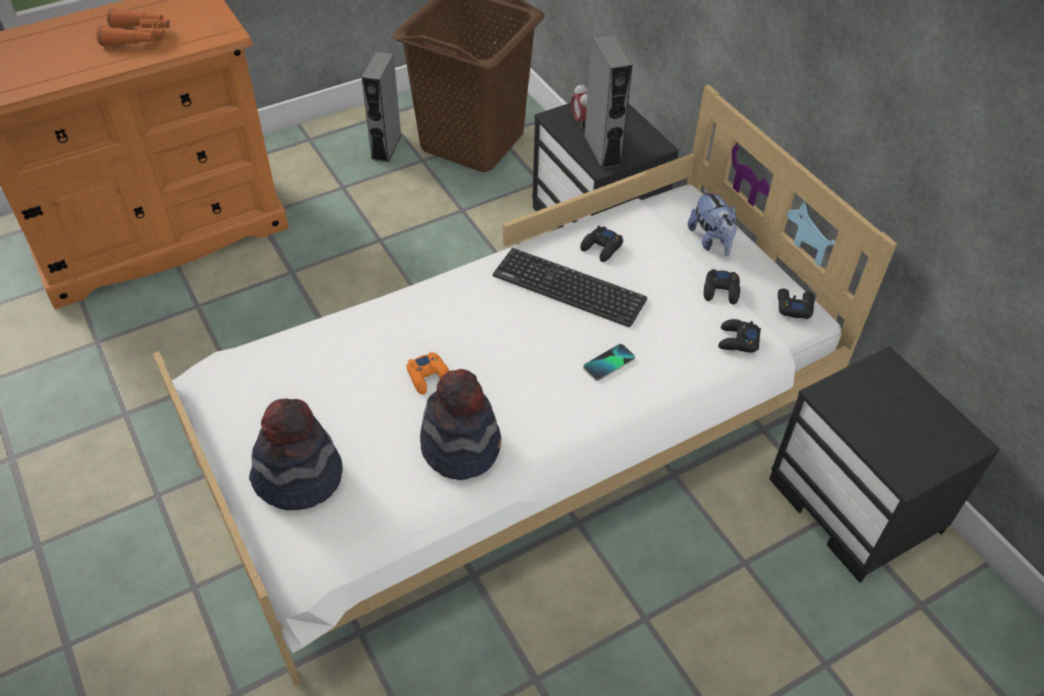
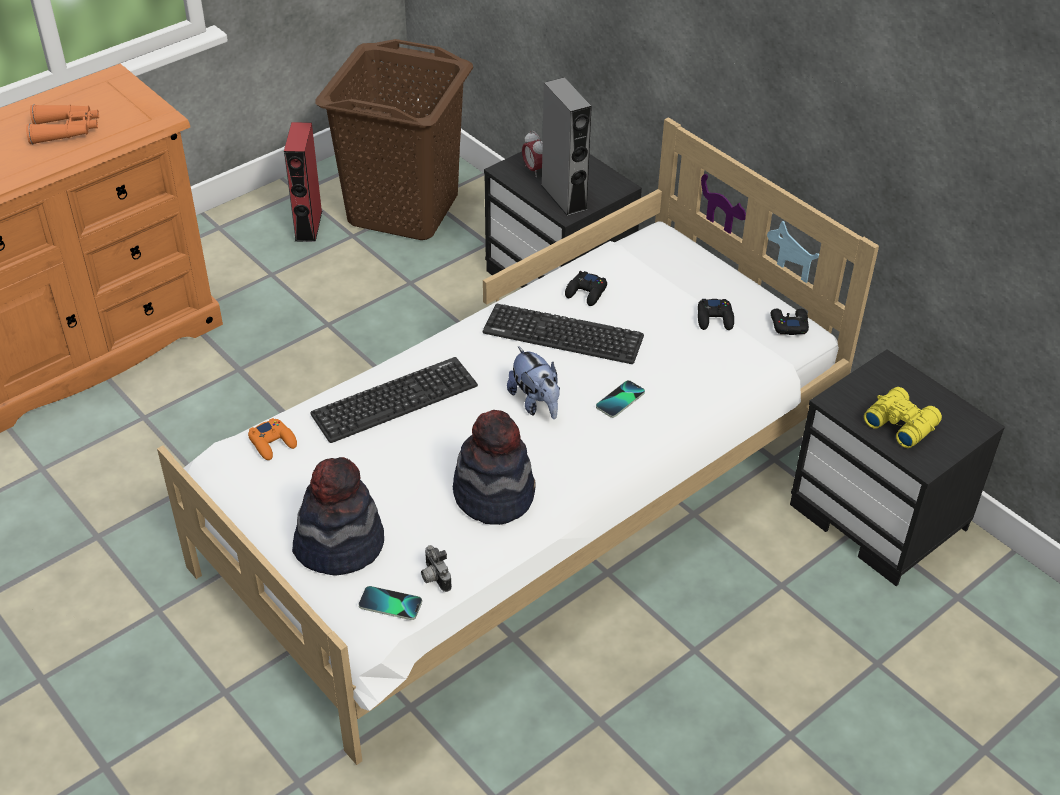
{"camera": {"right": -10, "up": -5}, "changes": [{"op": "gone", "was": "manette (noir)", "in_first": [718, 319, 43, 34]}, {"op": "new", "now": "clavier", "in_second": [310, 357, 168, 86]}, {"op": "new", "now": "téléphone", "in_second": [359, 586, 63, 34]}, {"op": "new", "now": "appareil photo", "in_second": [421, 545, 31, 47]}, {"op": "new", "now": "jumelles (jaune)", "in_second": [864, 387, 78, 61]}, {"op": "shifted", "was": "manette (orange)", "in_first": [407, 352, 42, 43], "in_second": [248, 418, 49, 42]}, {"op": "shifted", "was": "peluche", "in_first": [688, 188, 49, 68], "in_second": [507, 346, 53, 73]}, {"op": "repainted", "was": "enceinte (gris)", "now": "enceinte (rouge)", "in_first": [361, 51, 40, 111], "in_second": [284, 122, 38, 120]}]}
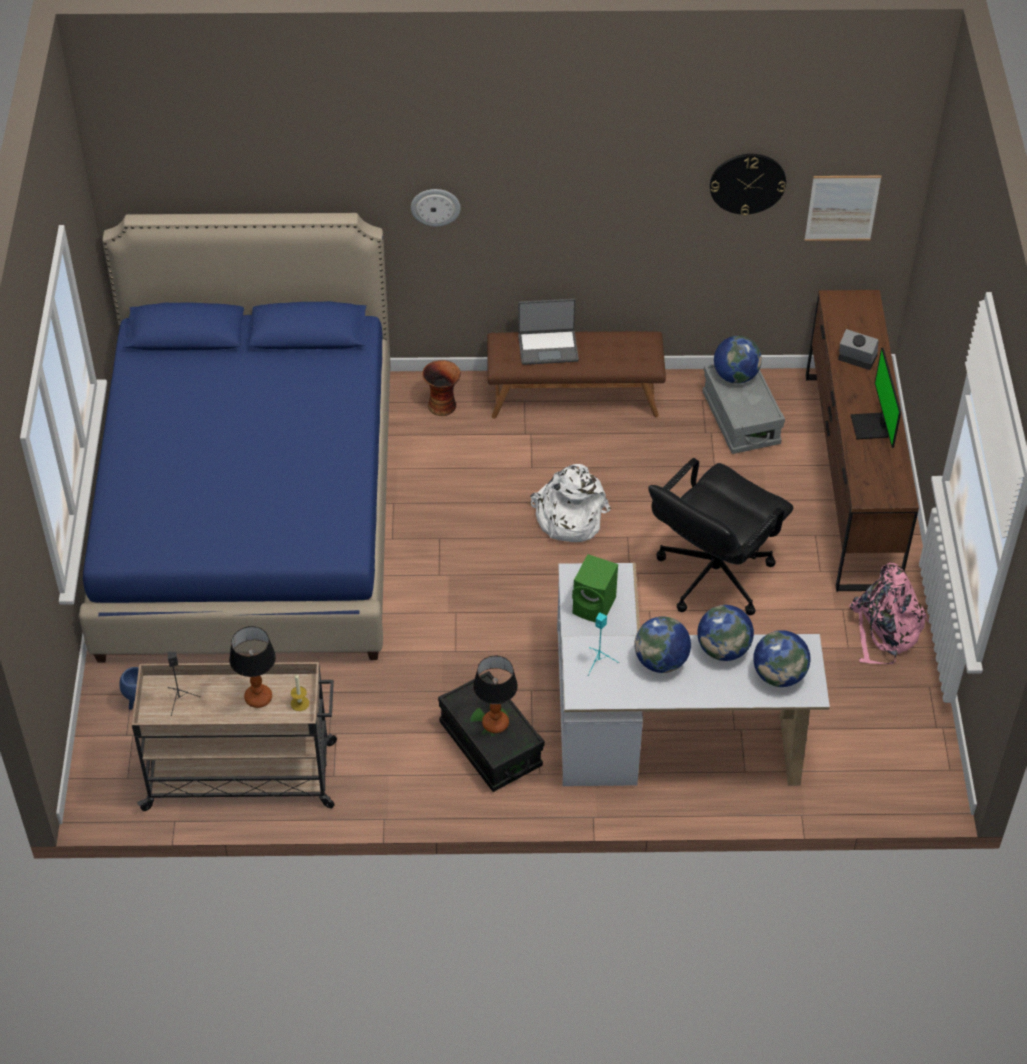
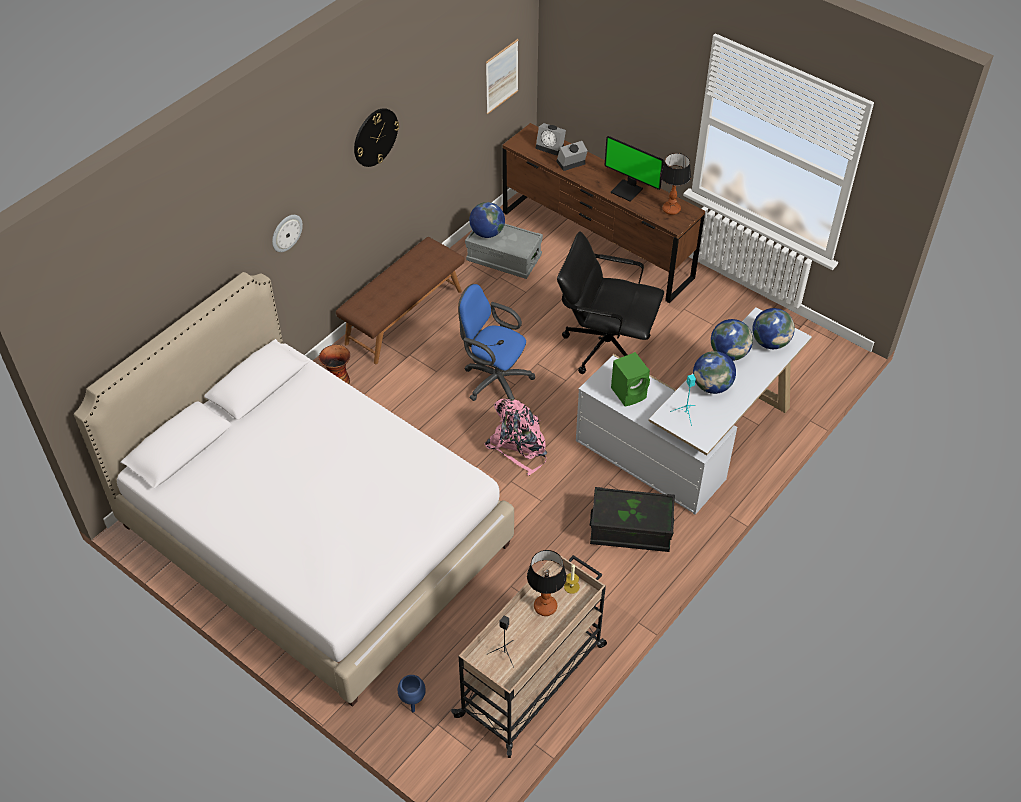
{"camera": {"right": -50, "up": 0}, "changes": [{"op": "gone", "was": "ordinateur portable", "in_first": [518, 299, 61, 66]}, {"op": "new", "now": "réveil", "in_second": [535, 123, 31, 33]}, {"op": "shifted", "was": "lampe de table", "in_first": [473, 655, 45, 78], "in_second": [660, 153, 31, 62]}, {"op": "shifted", "was": "horloge murale", "in_first": [710, 154, 76, 62], "in_second": [354, 108, 45, 59]}, {"op": "shifted", "was": "sac à dos (rose)", "in_first": [849, 563, 81, 101], "in_second": [484, 398, 63, 78]}, {"op": "swapped", "was": "sac à dos (blanc)", "now": "chaise de bureau (bleu)", "in_first": [530, 464, 81, 78], "in_second": [458, 284, 77, 117]}, {"op": "repainted", "was": "lit (bleu)", "now": "lit (blanc)", "in_first": [79, 213, 312, 450], "in_second": [74, 272, 440, 435]}, {"op": "rotated", "was": "chaise de bureau (noir)", "in_first": [648, 458, 145, 157], "in_second": [557, 231, 107, 143], "clockwise": 120}]}
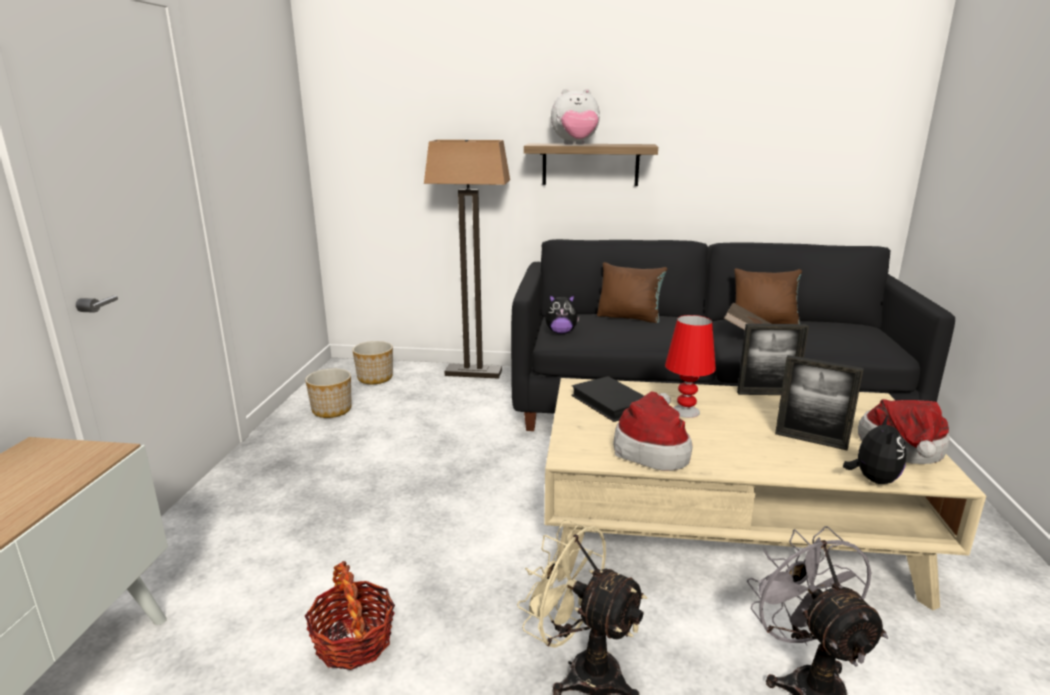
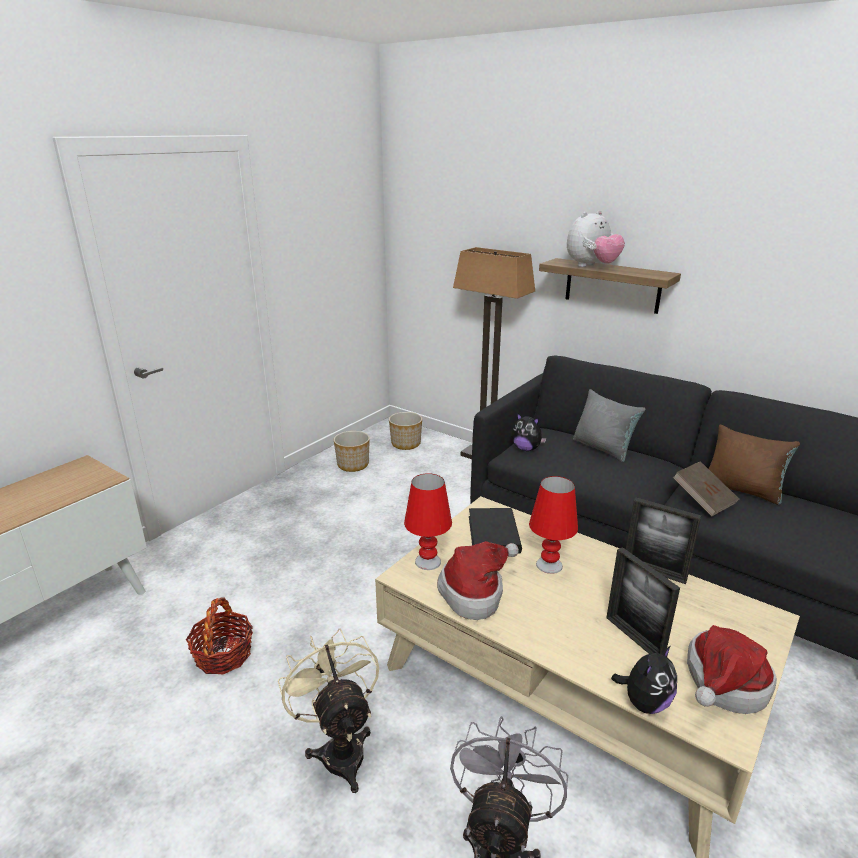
{"camera": {"right": 30, "up": 5}, "changes": [{"op": "new", "now": "lampe de table (rouge)", "in_second": [404, 473, 48, 97]}, {"op": "repainted", "was": "coussin (marron)", "now": "coussin (gris)", "in_first": [597, 262, 70, 61], "in_second": [573, 389, 72, 73]}, {"op": "rotated", "was": "peluche", "in_first": [551, 89, 49, 56], "in_second": [567, 210, 58, 57], "clockwise": -60}]}
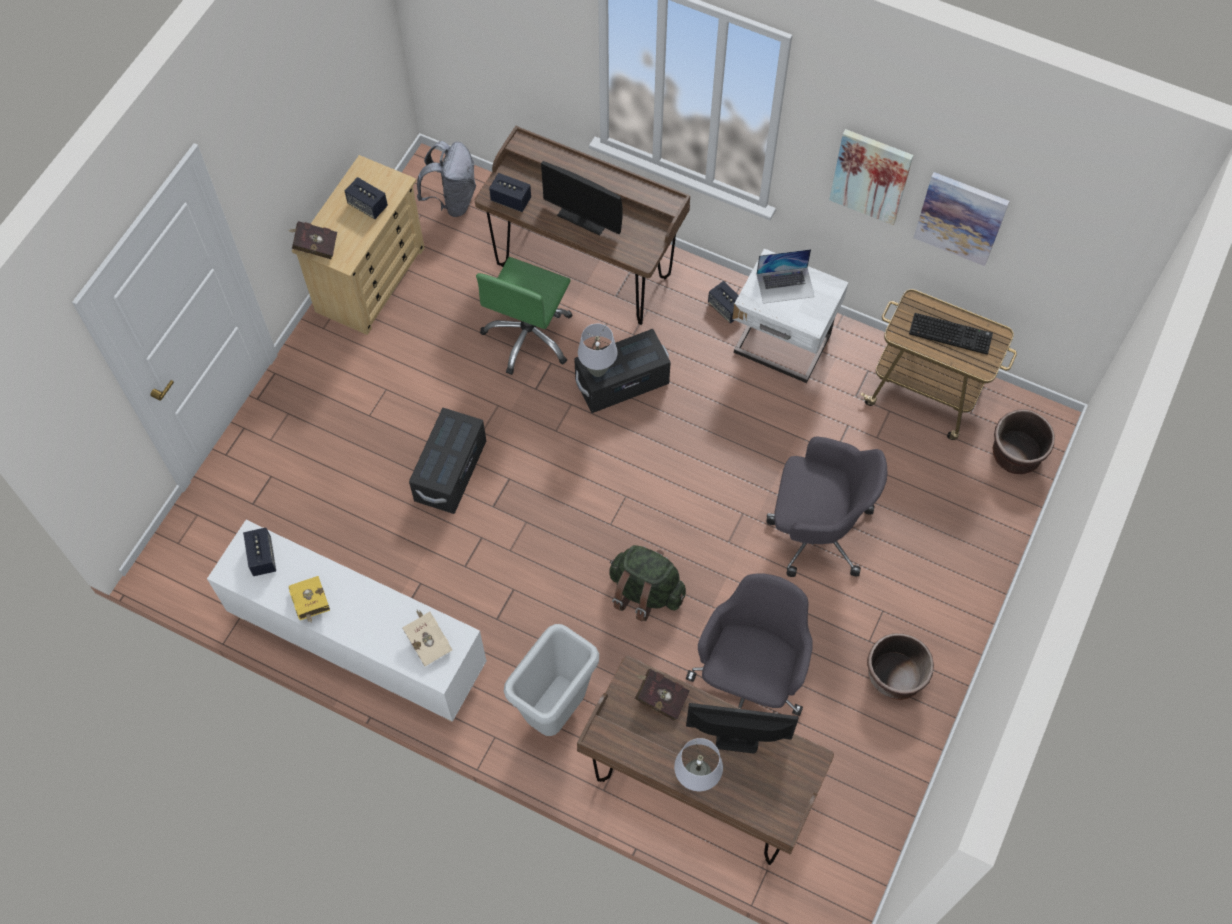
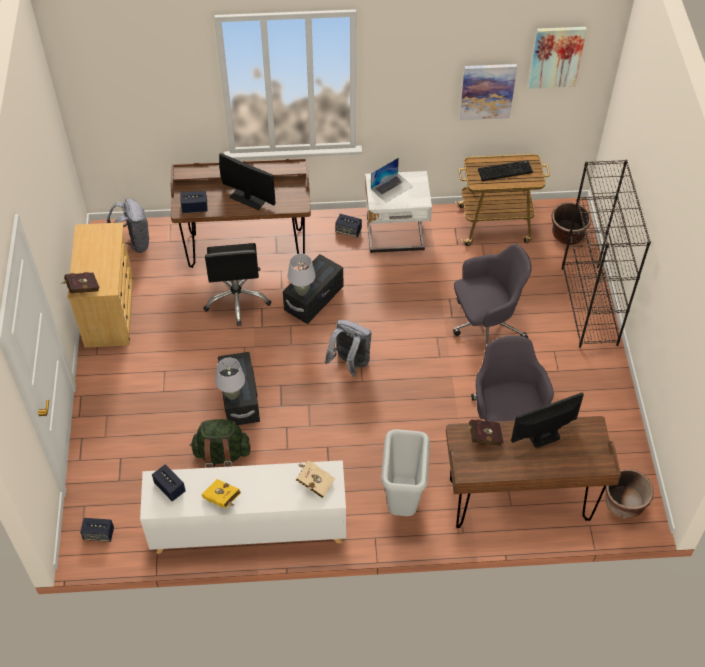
{"camera": {"right": -30, "up": -10}, "changes": [{"op": "new", "now": "sac à dos (gris)", "in_second": [325, 320, 47, 57]}, {"op": "new", "now": "bibliothèque (noir)", "in_second": [562, 160, 89, 188]}, {"op": "shifted", "was": "enceinte", "in_first": [345, 177, 43, 42], "in_second": [80, 518, 34, 24]}, {"op": "shifted", "was": "sac à dos (vert)", "in_first": [609, 545, 77, 77], "in_second": [190, 419, 61, 49]}, {"op": "shifted", "was": "lampe de table (gris)", "in_first": [674, 738, 49, 53], "in_second": [215, 358, 30, 42]}, {"op": "shifted", "was": "tableau", "in_first": [829, 129, 84, 96], "in_second": [528, 27, 59, 62]}, {"op": "shifted", "was": "cache-pot (marron)", "in_first": [867, 633, 67, 67], "in_second": [605, 469, 49, 50]}, {"op": "repainted", "was": "chaise de bureau (vert)", "now": "chaise de bureau (noir)", "in_first": [476, 257, 97, 118], "in_second": [203, 243, 69, 83]}, {"op": "rotated", "was": "écran d'ordinateur", "in_first": [541, 161, 81, 75], "in_second": [219, 153, 57, 57], "clockwise": -150}]}
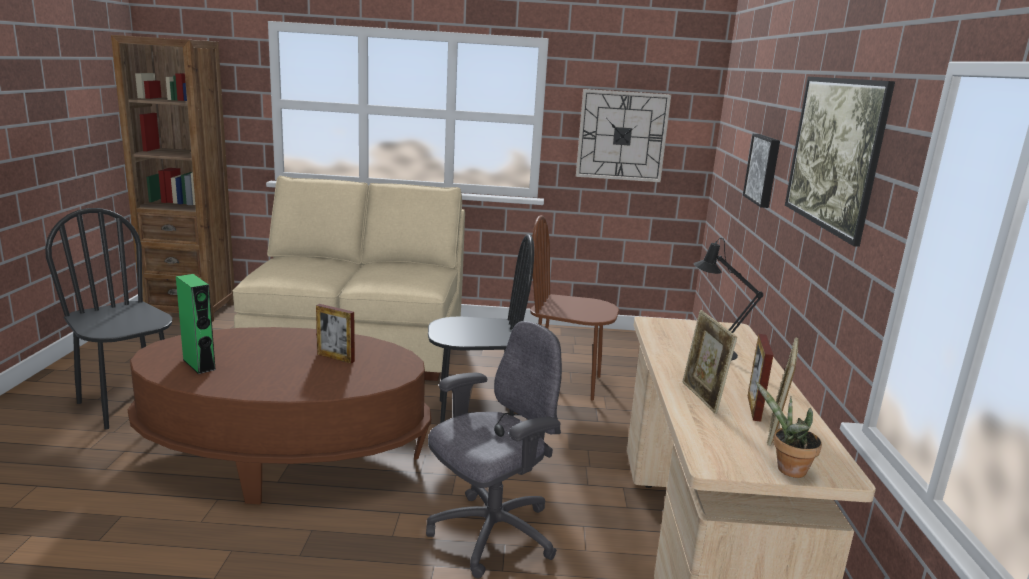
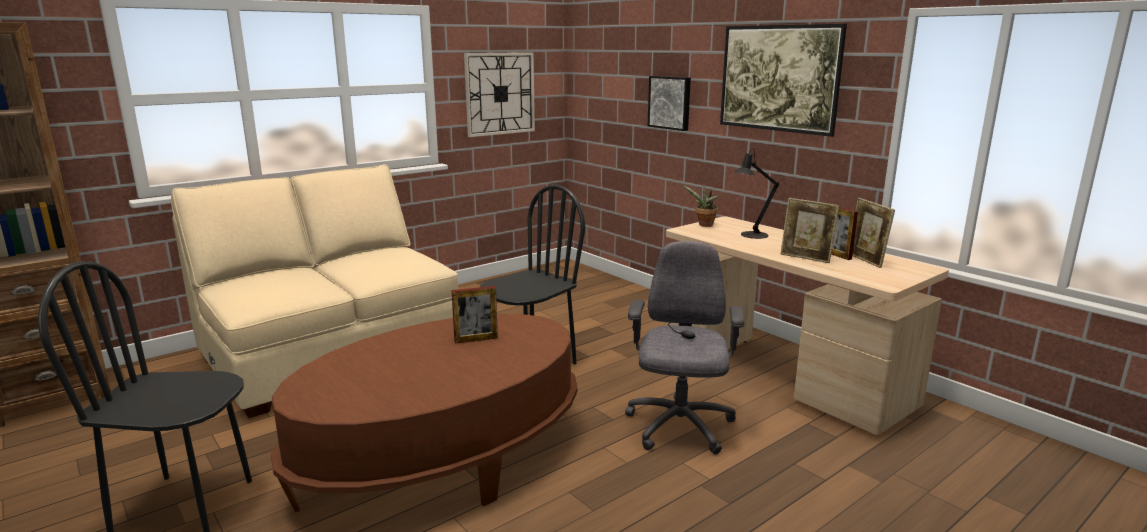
{"camera": {"right": -40, "up": 0}, "changes": [{"op": "gone", "was": "enceinte (vert)", "in_first": [176, 274, 40, 100]}, {"op": "gone", "was": "chaise (marron)", "in_first": [530, 215, 89, 186]}, {"op": "shifted", "was": "plante en pot", "in_first": [755, 381, 67, 97], "in_second": [683, 185, 36, 42]}]}
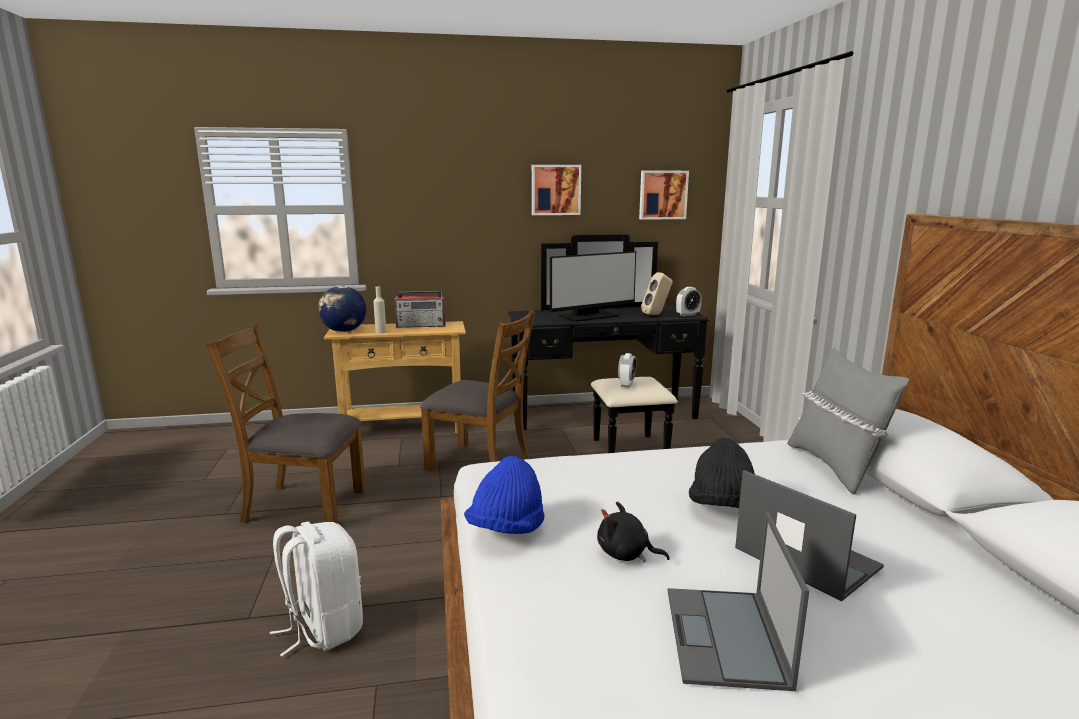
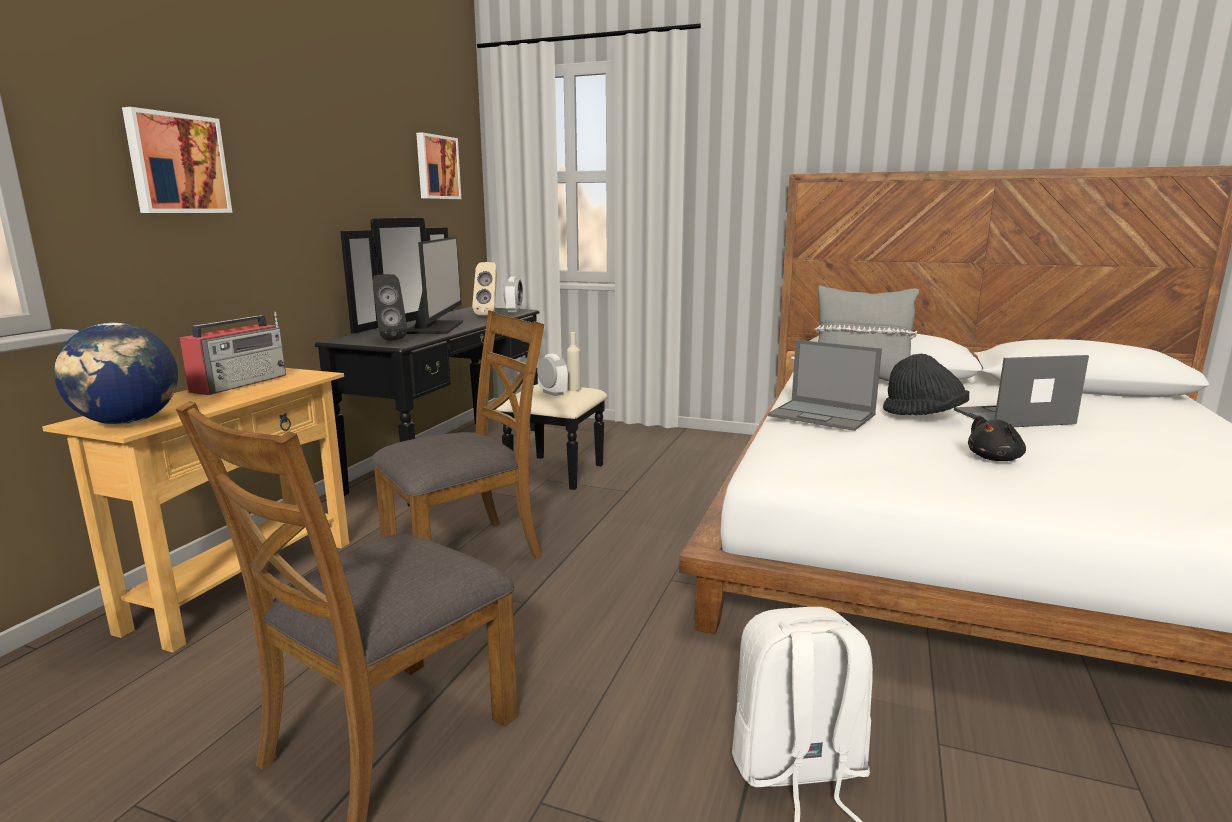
{"camera": {"right": -60, "up": 0}, "changes": [{"op": "gone", "was": "chapeau (bleu)", "in_first": [464, 456, 80, 78]}, {"op": "new", "now": "enceinte (noir)", "in_second": [373, 274, 35, 67]}, {"op": "shifted", "was": "bouteille (beige)", "in_first": [373, 287, 13, 47], "in_second": [567, 332, 14, 59]}, {"op": "shifted", "was": "tableau", "in_first": [532, 165, 49, 50], "in_second": [122, 107, 110, 106]}, {"op": "shifted", "was": "ordinateur portable", "in_first": [668, 512, 141, 179], "in_second": [768, 340, 114, 91]}]}
